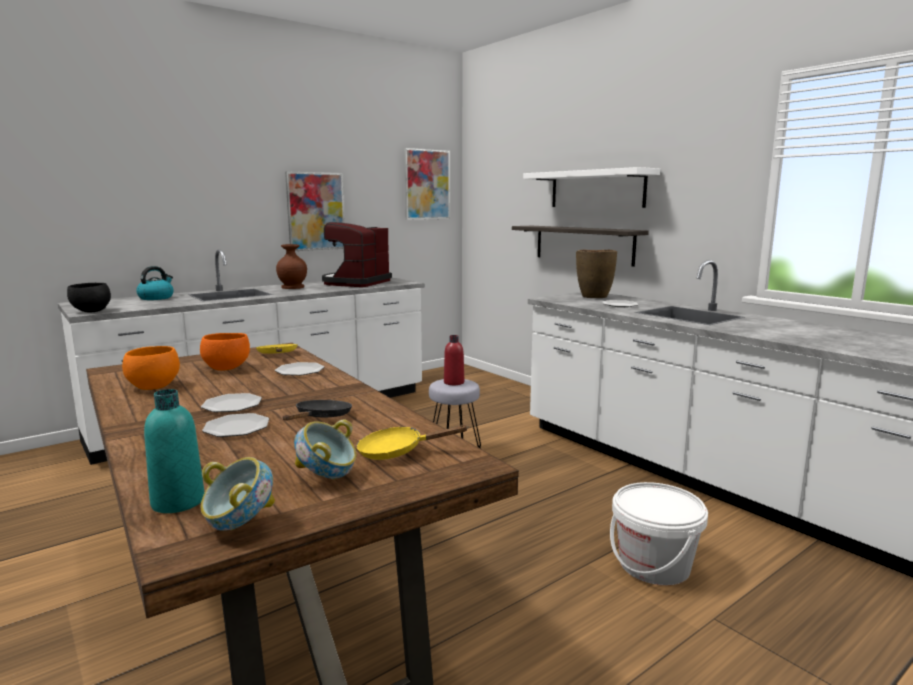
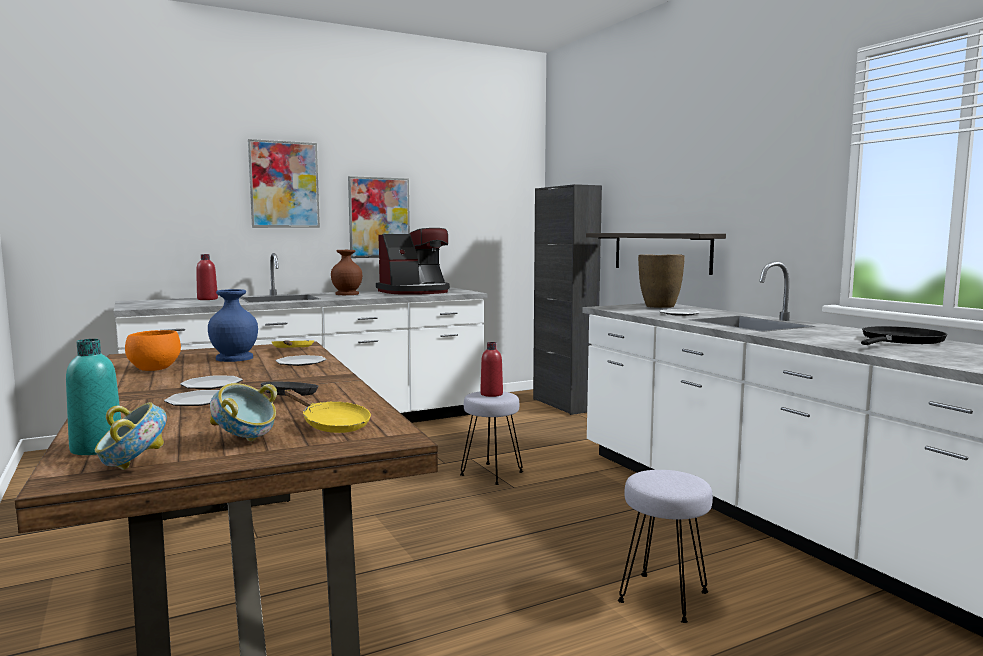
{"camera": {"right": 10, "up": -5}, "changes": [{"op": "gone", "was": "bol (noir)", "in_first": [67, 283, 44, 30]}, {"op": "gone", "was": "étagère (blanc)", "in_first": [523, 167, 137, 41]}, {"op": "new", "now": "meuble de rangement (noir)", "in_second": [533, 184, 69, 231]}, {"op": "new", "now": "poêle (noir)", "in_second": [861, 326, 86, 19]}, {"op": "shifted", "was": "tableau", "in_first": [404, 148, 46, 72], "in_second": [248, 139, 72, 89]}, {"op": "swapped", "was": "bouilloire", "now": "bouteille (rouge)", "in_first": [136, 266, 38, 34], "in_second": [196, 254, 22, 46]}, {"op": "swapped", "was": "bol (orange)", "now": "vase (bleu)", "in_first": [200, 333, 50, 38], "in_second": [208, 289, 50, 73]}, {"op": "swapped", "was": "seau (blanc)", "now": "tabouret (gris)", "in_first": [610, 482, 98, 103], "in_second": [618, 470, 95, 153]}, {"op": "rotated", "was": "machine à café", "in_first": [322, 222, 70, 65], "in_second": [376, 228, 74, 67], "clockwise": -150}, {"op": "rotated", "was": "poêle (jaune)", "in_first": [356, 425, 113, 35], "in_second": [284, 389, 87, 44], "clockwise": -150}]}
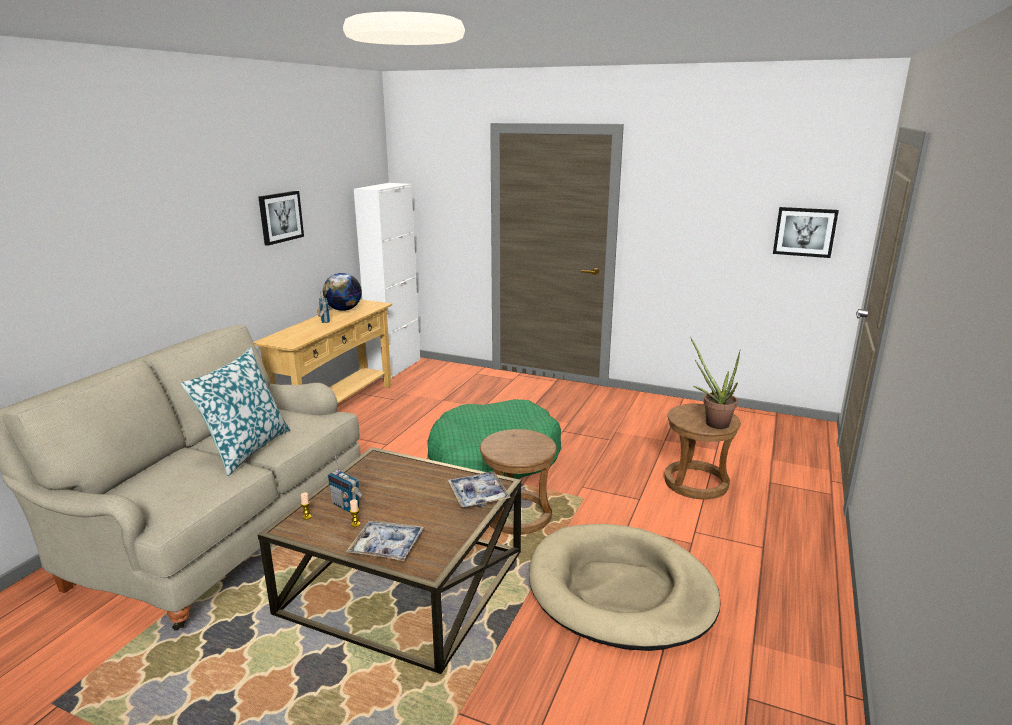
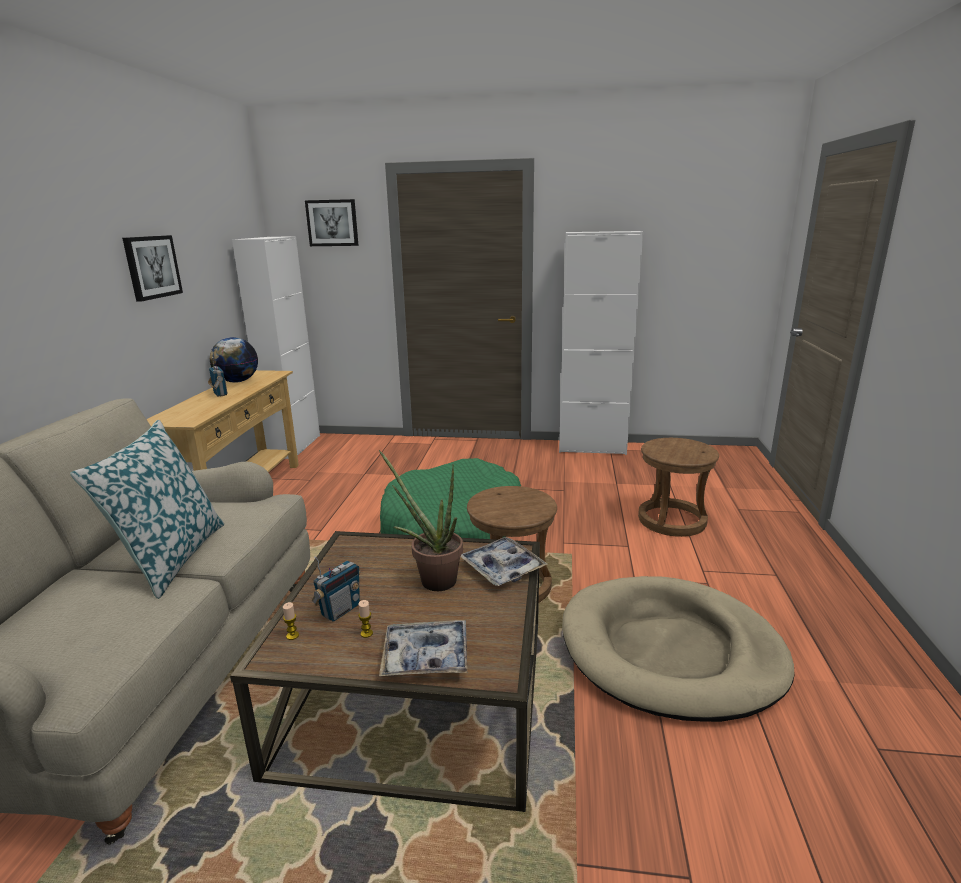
{"camera": {"right": -15, "up": 0}, "changes": [{"op": "new", "now": "meuble de rangement (blanc)", "in_second": [559, 231, 84, 224]}, {"op": "shifted", "was": "plante en pot", "in_first": [690, 337, 51, 92], "in_second": [379, 450, 84, 141]}, {"op": "shifted", "was": "tableau", "in_first": [773, 207, 66, 51], "in_second": [305, 199, 54, 47]}, {"op": "rotated", "was": "radio", "in_first": [328, 455, 36, 57], "in_second": [312, 556, 48, 66], "clockwise": -75}]}
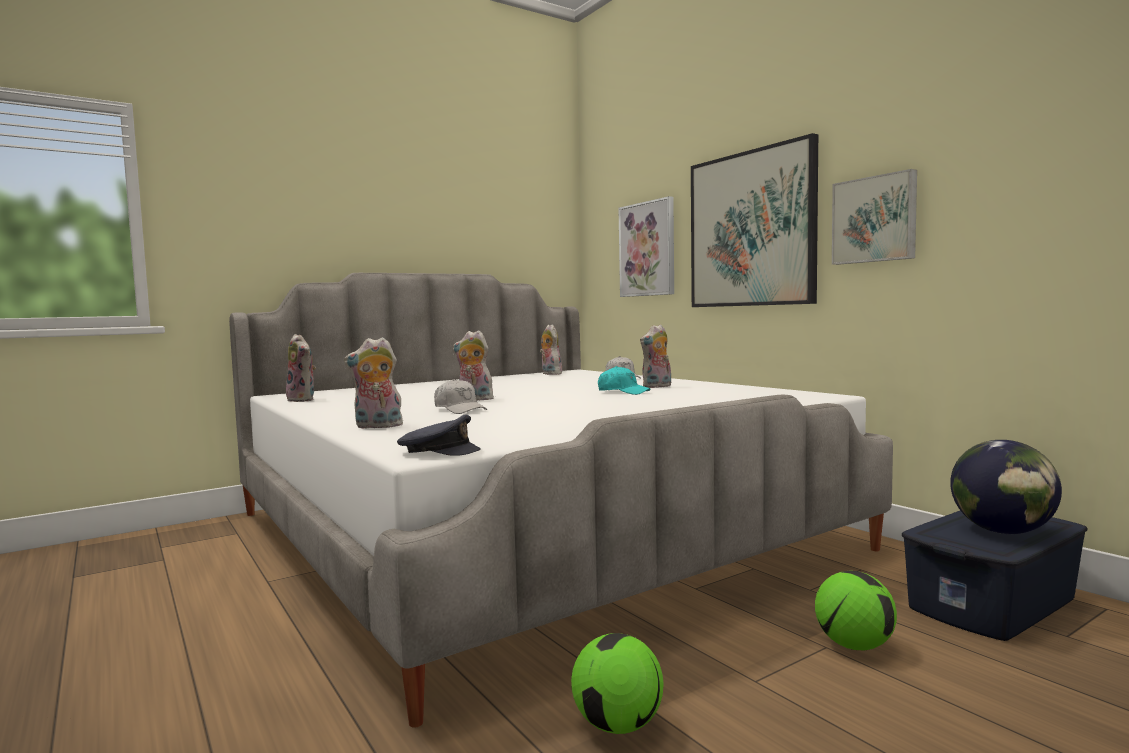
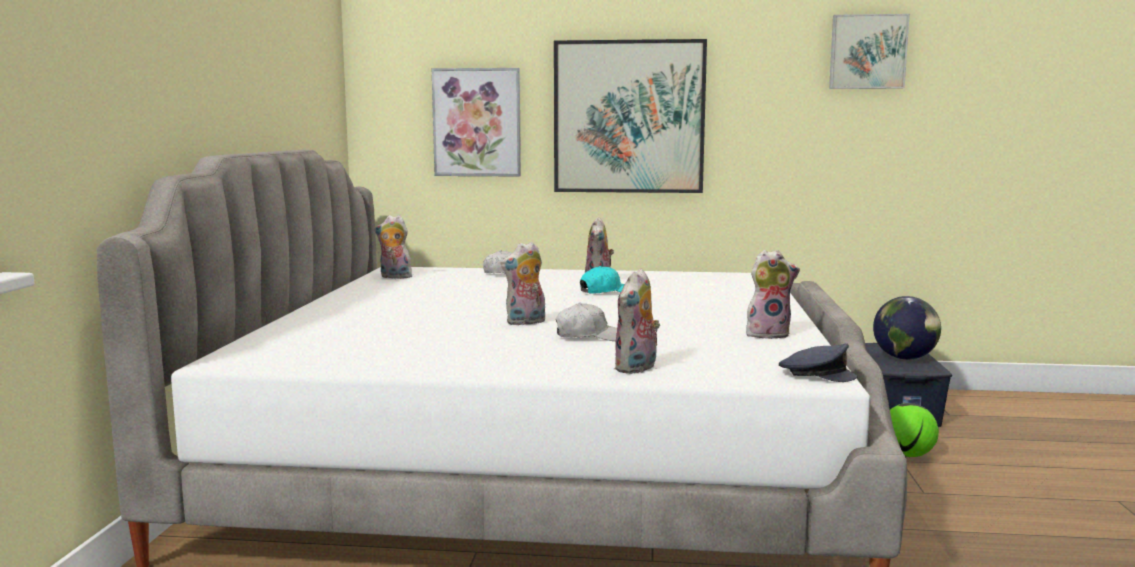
{"camera": {"right": -50, "up": 5}, "changes": [{"op": "gone", "was": "ballon de foot", "in_first": [571, 633, 93, 101]}, {"op": "shifted", "was": "peluche", "in_first": [286, 334, 30, 68], "in_second": [746, 250, 54, 89]}, {"op": "shifted", "was": "tableau", "in_first": [832, 169, 85, 96], "in_second": [829, 14, 81, 75]}, {"op": "rotated", "was": "casquette (gris)", "in_first": [397, 414, 84, 42], "in_second": [779, 343, 79, 39], "clockwise": 60}]}
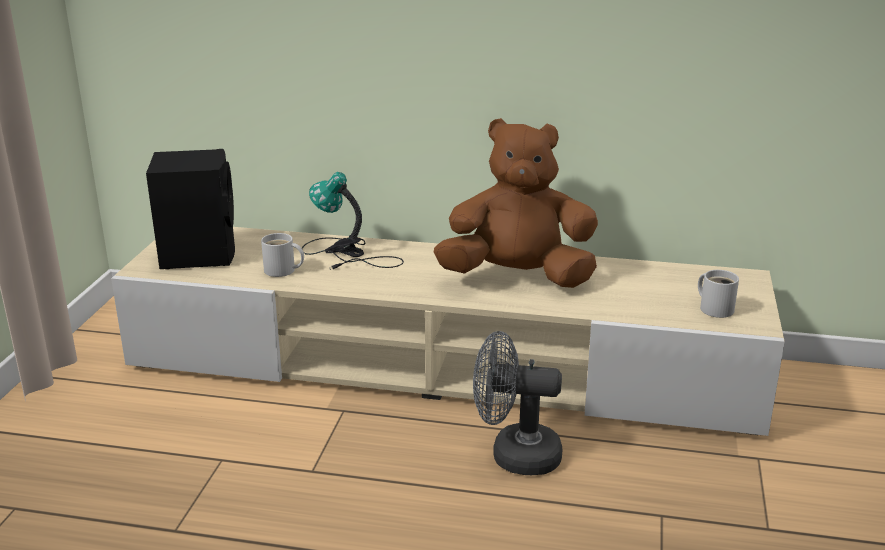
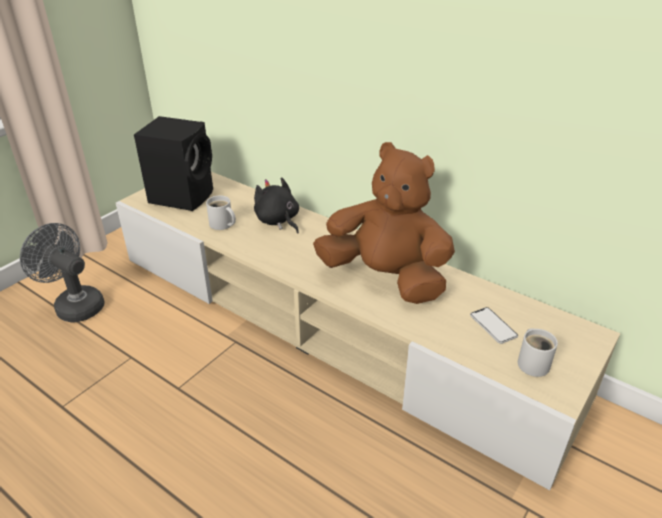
{"camera": {"right": 25, "up": 10}, "changes": [{"op": "new", "now": "téléphone", "in_second": [470, 307, 48, 37]}, {"op": "shifted", "was": "ventilateur (gris)", "in_first": [473, 331, 89, 144], "in_second": [20, 223, 85, 100]}, {"op": "swapped", "was": "lampe de table", "now": "peluche (noir)", "in_first": [302, 172, 102, 98], "in_second": [254, 177, 45, 57]}]}
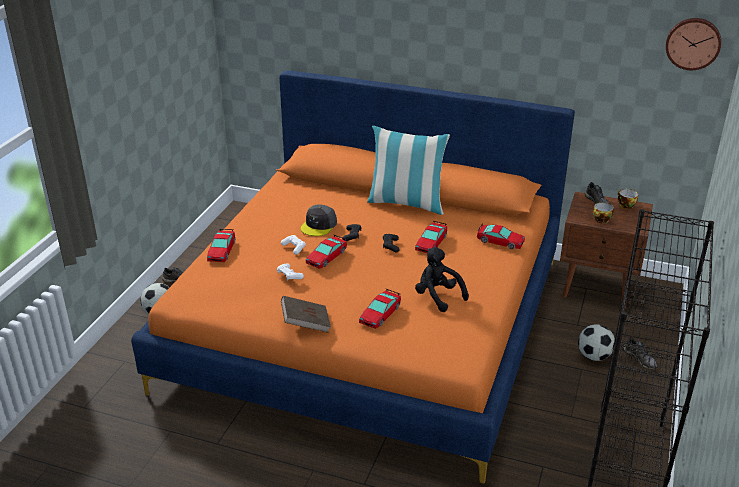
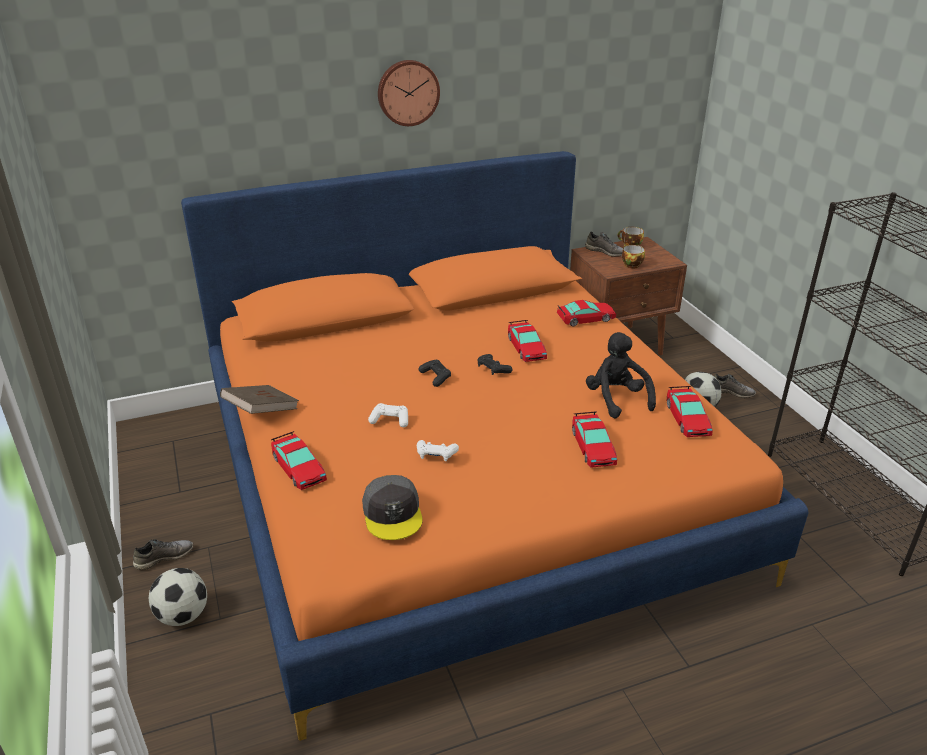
{"camera": {"right": -40, "up": 0}, "changes": [{"op": "gone", "was": "coussin", "in_first": [367, 126, 83, 89]}, {"op": "shifted", "was": "livre (marron)", "in_first": [281, 296, 50, 37], "in_second": [220, 385, 79, 29]}, {"op": "shifted", "was": "casquette (gris)", "in_first": [301, 204, 36, 32], "in_second": [362, 475, 61, 65]}, {"op": "shifted", "was": "petite voiture", "in_first": [306, 234, 41, 35], "in_second": [667, 386, 46, 51]}, {"op": "shifted", "was": "horloge murale", "in_first": [666, 18, 55, 52], "in_second": [378, 60, 62, 66]}, {"op": "rotated", "was": "peluche (noir)", "in_first": [415, 247, 54, 65], "in_second": [586, 332, 70, 86], "clockwise": 60}]}
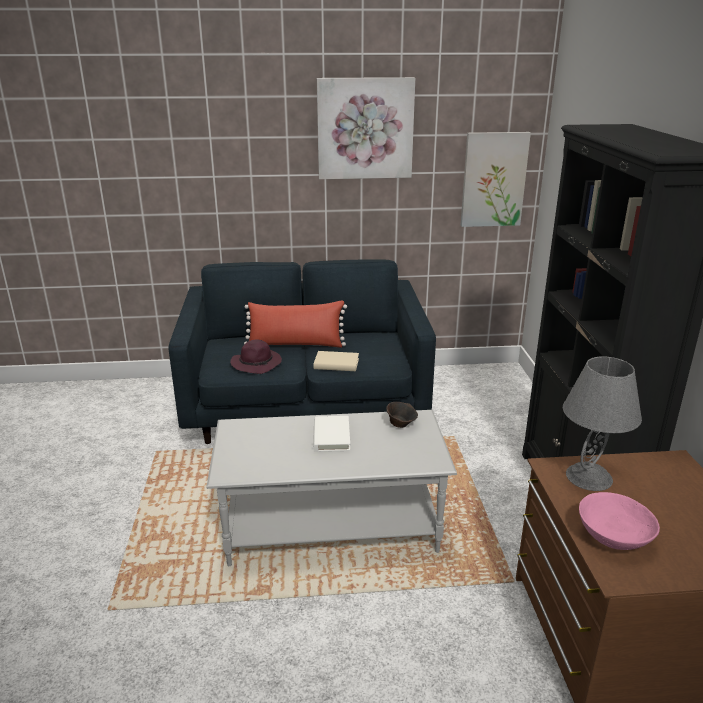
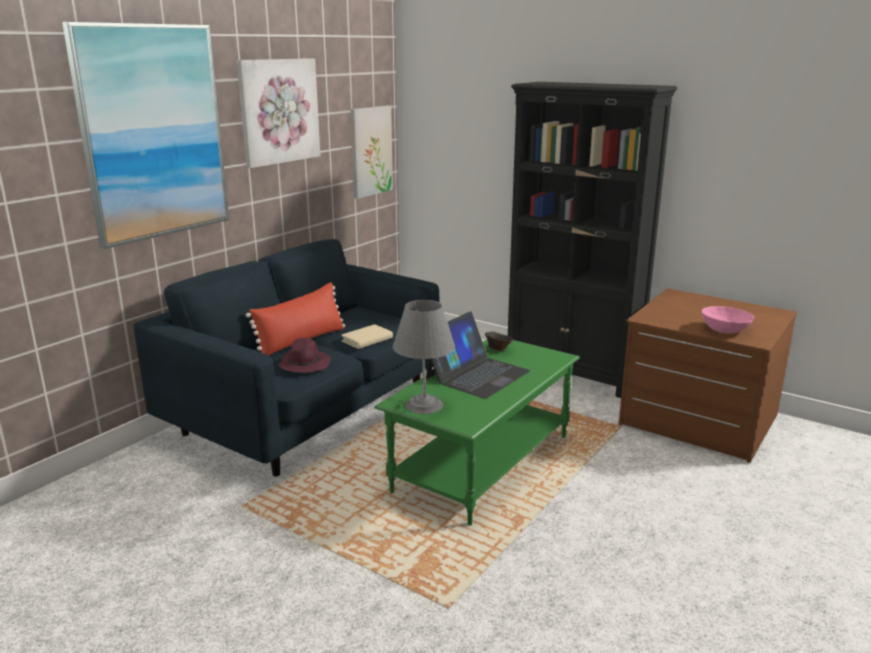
{"camera": {"right": -50, "up": -5}, "changes": [{"op": "new", "now": "tableau", "in_second": [62, 22, 167, 227]}, {"op": "shifted", "was": "lampe de table (gris)", "in_first": [563, 356, 79, 135], "in_second": [393, 300, 62, 114]}, {"op": "swapped", "was": "livre (blanc)", "now": "ordinateur portable", "in_first": [313, 416, 37, 36], "in_second": [426, 311, 104, 88]}, {"op": "repainted", "was": "table basse (gris)", "now": "table basse (vert)", "in_first": [206, 410, 251, 156], "in_second": [374, 340, 206, 185]}]}
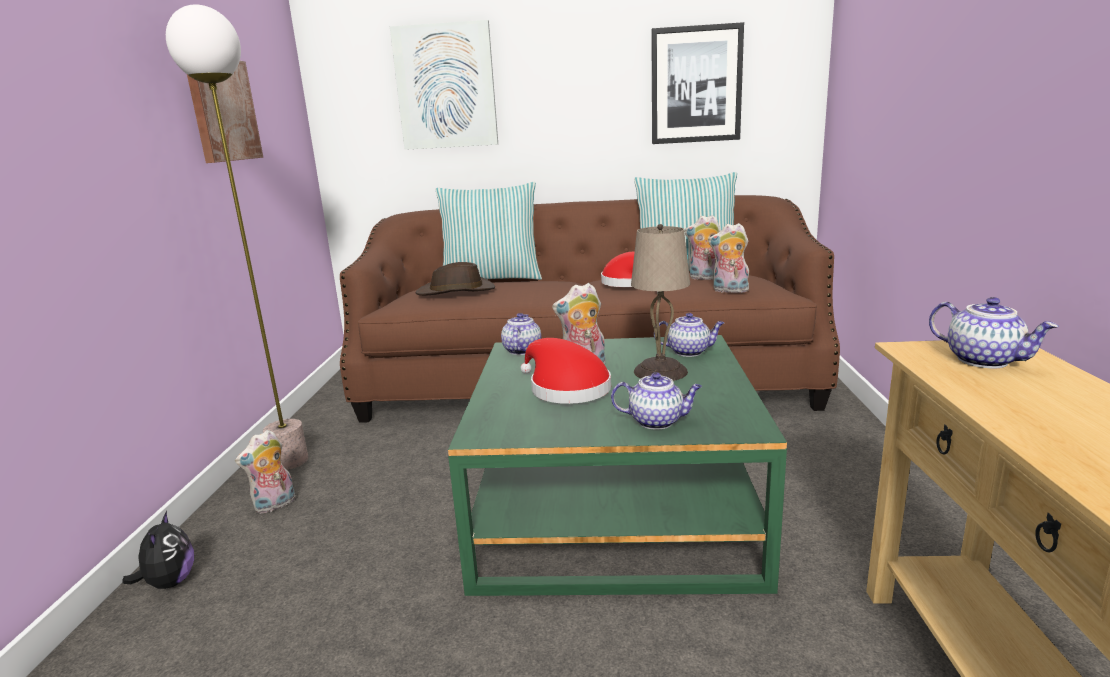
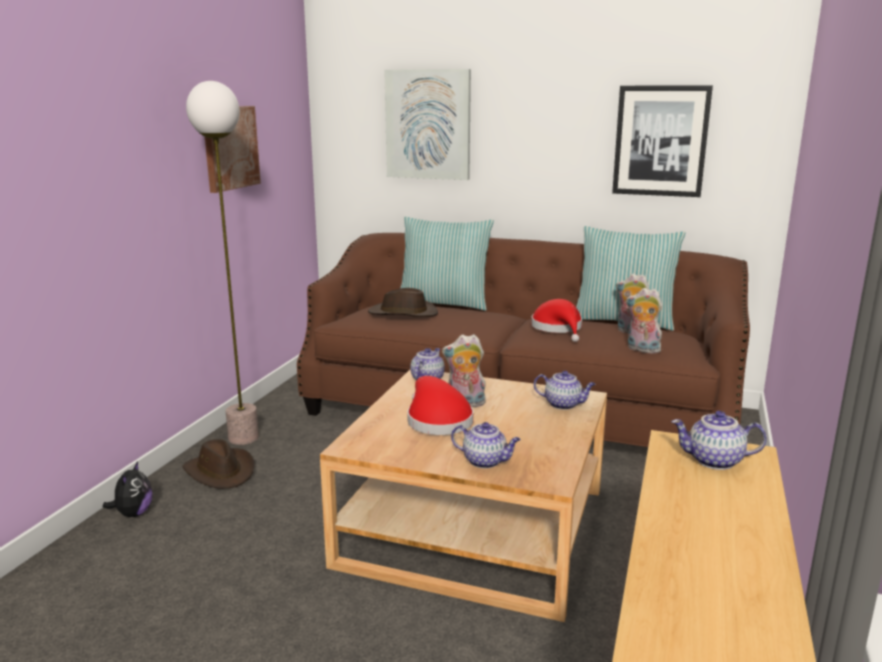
{"camera": {"right": 15, "up": 0}, "changes": [{"op": "gone", "was": "lampe de table (beige)", "in_first": [631, 224, 59, 157]}, {"op": "swapped", "was": "peluche", "now": "chapeau (marron)", "in_first": [235, 430, 60, 84], "in_second": [182, 439, 72, 49]}, {"op": "repainted", "was": "table basse (vert)", "now": "table basse (beige)", "in_first": [448, 335, 339, 261], "in_second": [320, 370, 287, 252]}, {"op": "rotated", "was": "théière", "in_first": [929, 297, 130, 71], "in_second": [671, 411, 96, 59], "clockwise": 120}]}
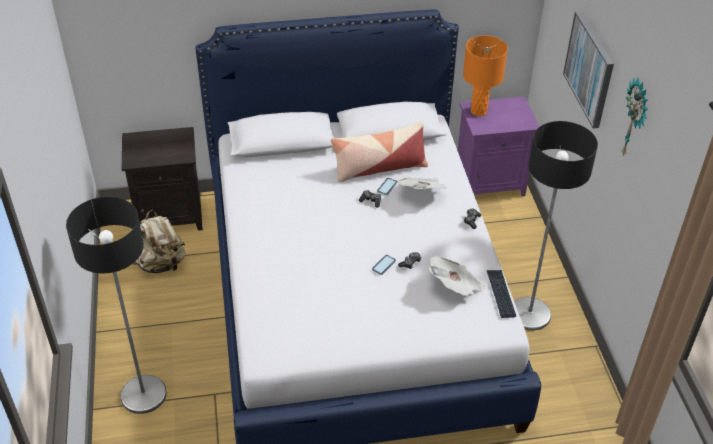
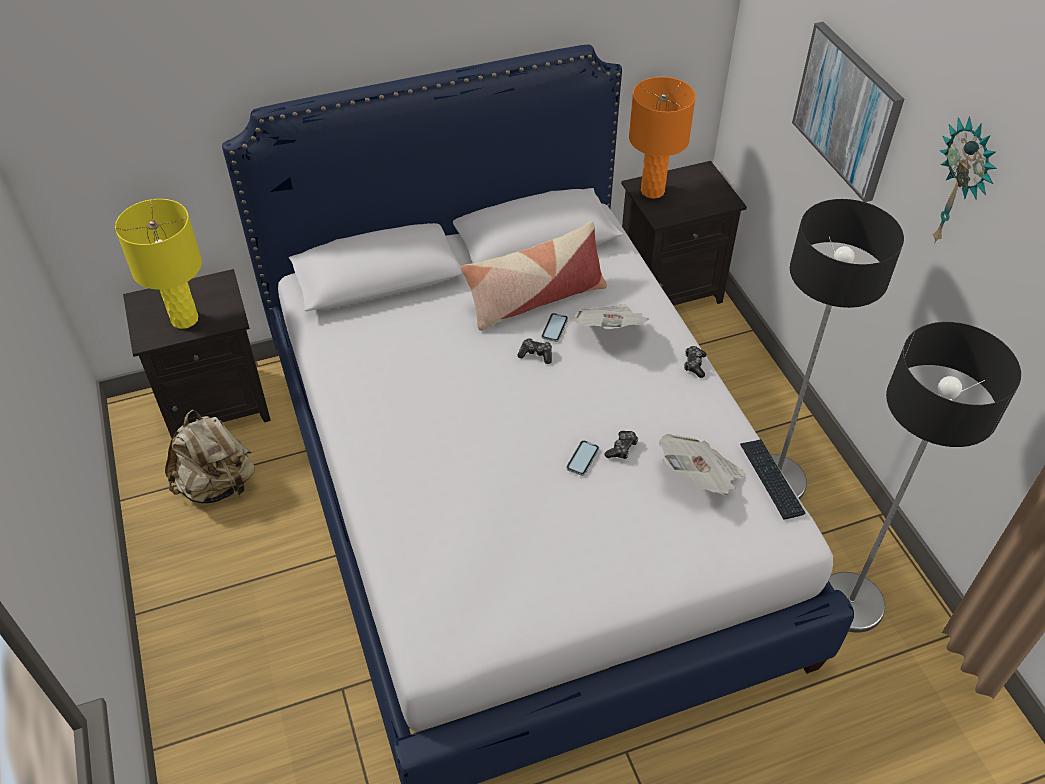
{"camera": {"right": -10, "up": 5}, "changes": [{"op": "new", "now": "lampe de table (jaune)", "in_second": [115, 199, 87, 130]}, {"op": "shifted", "was": "lampadaire", "in_first": [66, 197, 101, 217], "in_second": [828, 322, 193, 311]}, {"op": "repainted", "was": "table de chevet (violet)", "now": "table de chevet (noir)", "in_first": [458, 96, 81, 101], "in_second": [621, 161, 126, 145]}]}
